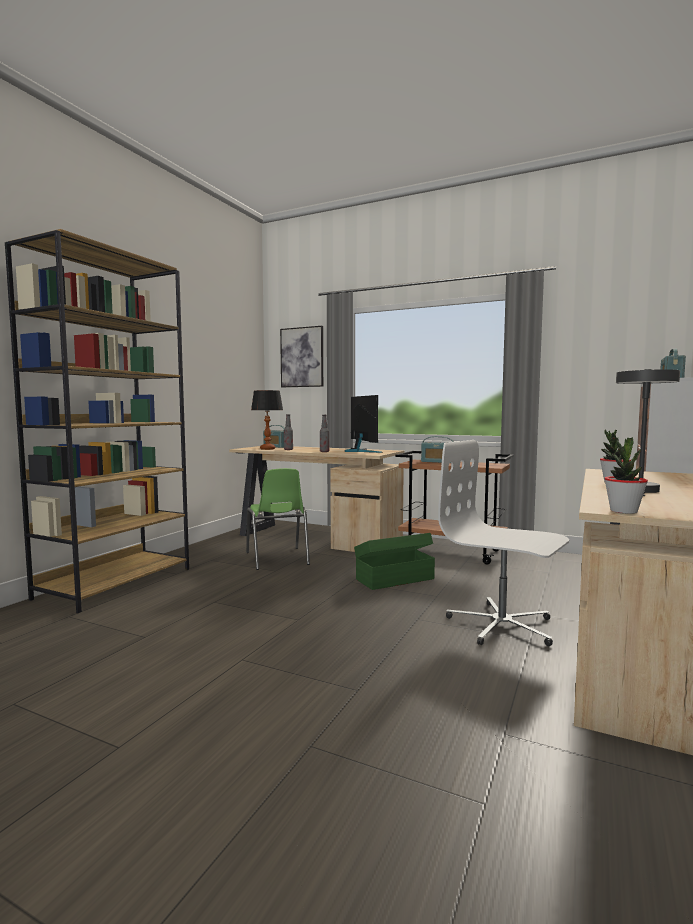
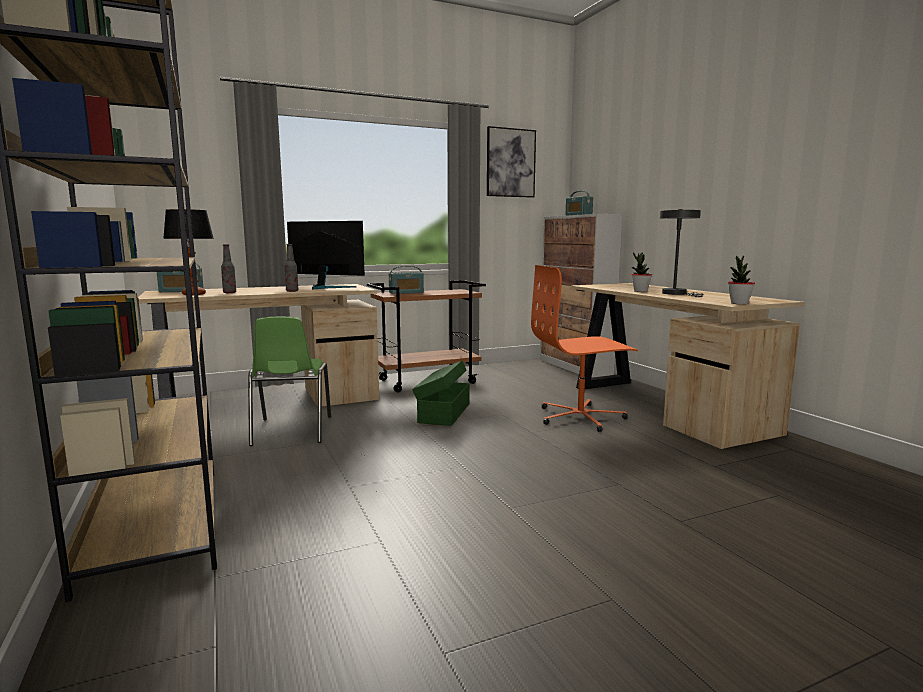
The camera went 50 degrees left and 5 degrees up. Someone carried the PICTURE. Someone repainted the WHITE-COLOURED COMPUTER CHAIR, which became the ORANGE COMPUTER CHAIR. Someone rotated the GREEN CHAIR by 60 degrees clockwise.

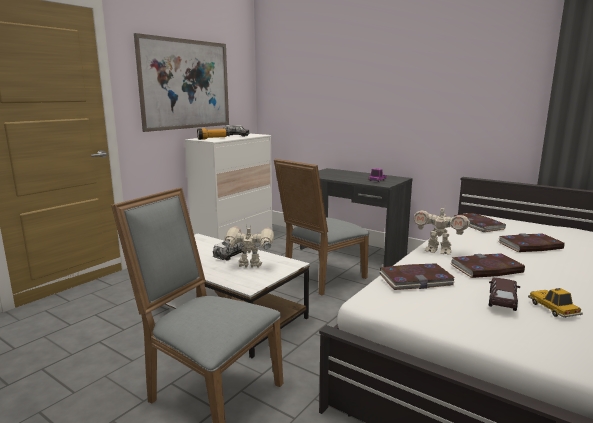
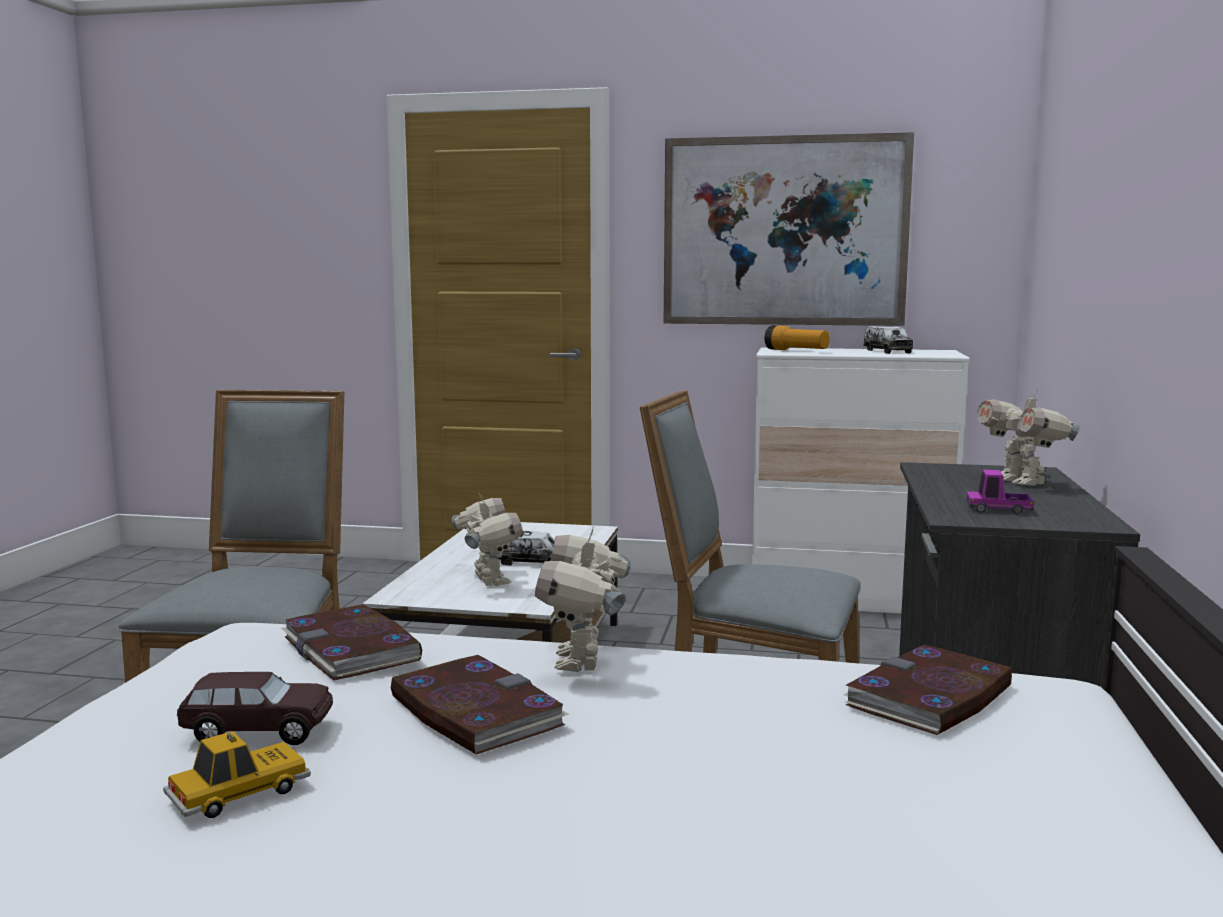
The camera went 65 degrees right and 5 degrees down. Someone took away the BOUND BOOK (no. 4 from left). Someone put down the TOY ROBOT (no. 3 from left).

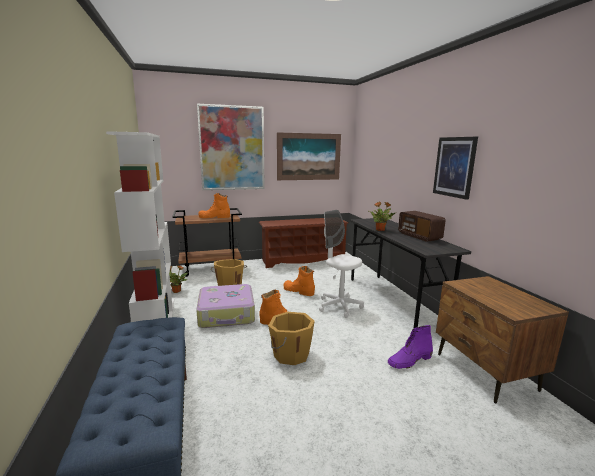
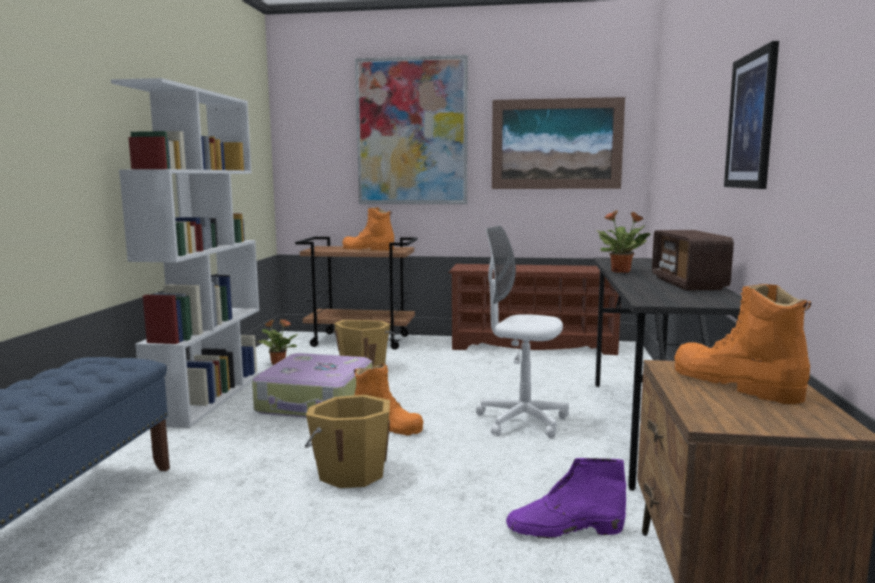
The camera went 25 degrees right and 5 degrees down. Someone rotated the WHITE-COLOURED COMPUTER CHAIR by 45 degrees counterclockwise. Someone carried the ORANGE BOOT (no. 3 from left).

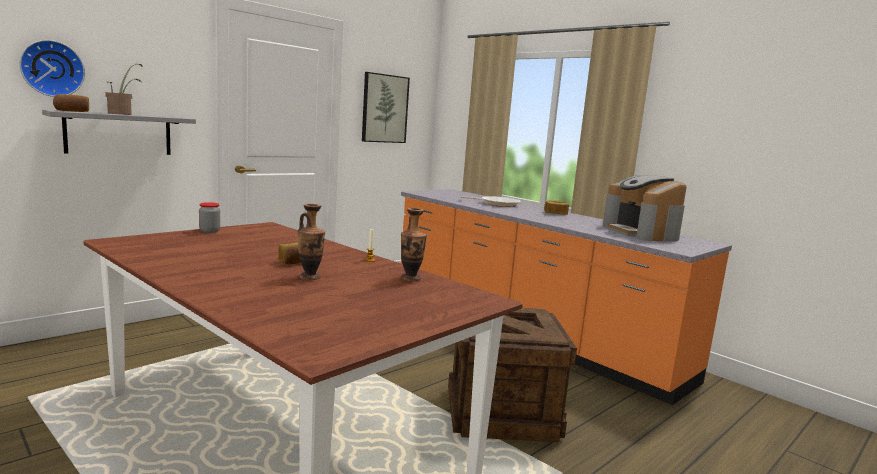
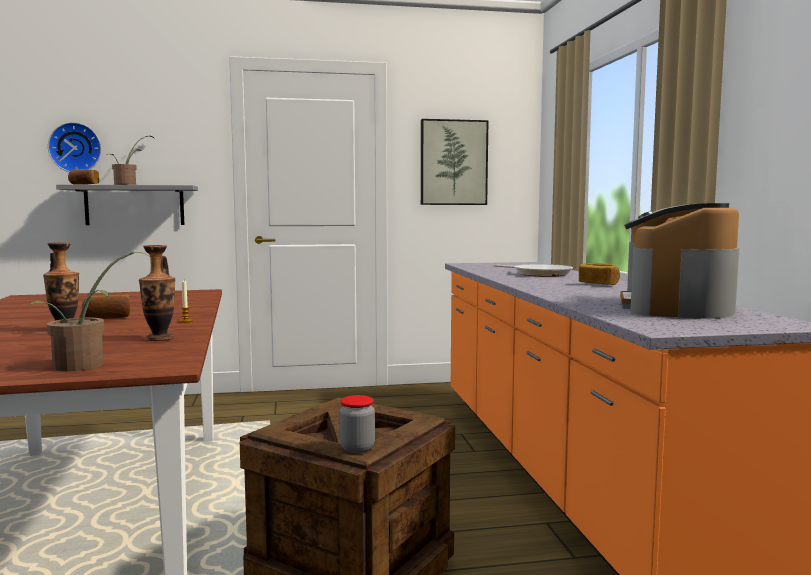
The camera went 35 degrees right and 5 degrees down. Someone carried the JAR. Someone put down the POTTED PLANT (no. 1 from left).

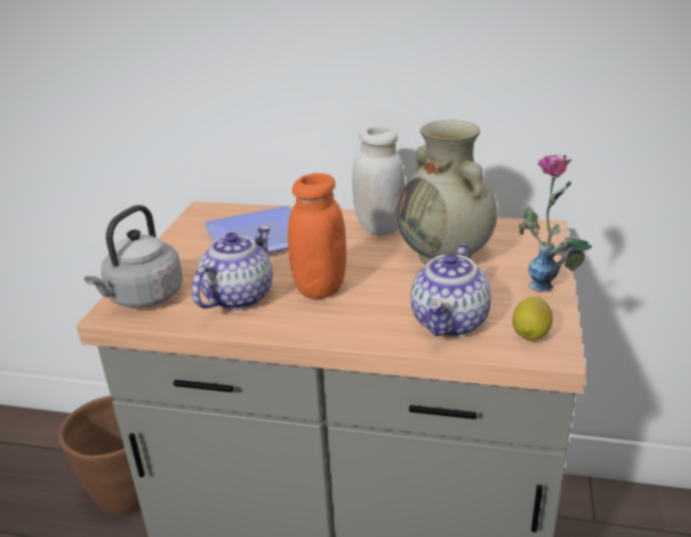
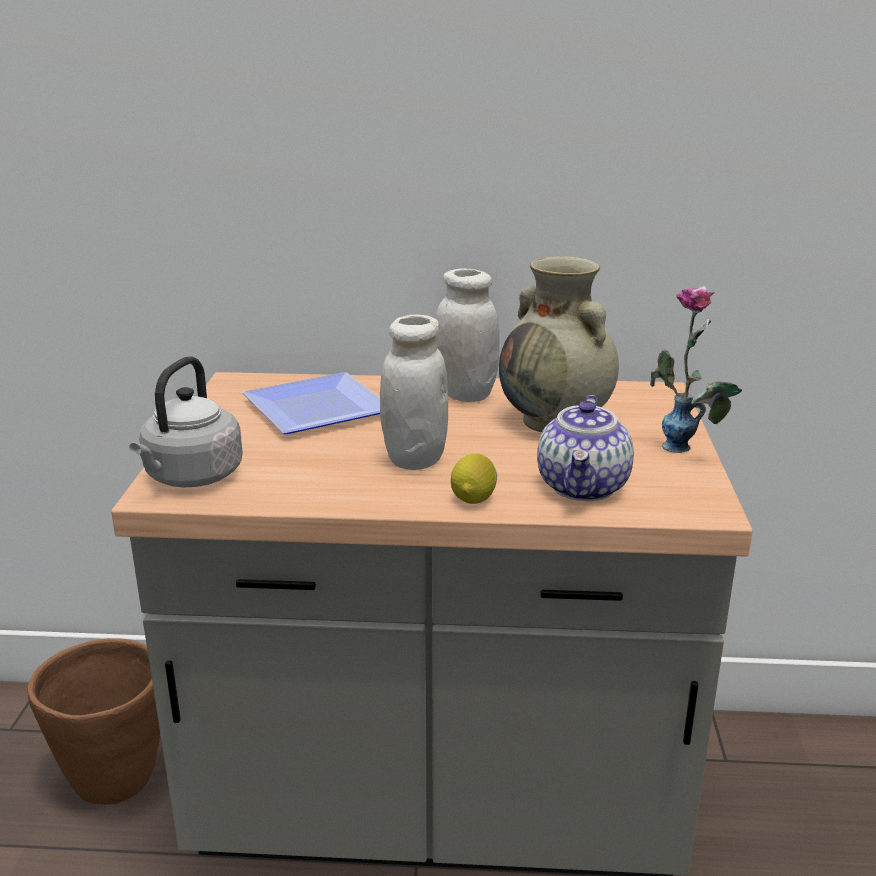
The camera went 10 degrees left and 5 degrees down. Someone repainted the ORANGE JAR, which became the WHITE-COLOURED JAR (no. 1 from left). Someone took away the TEA POT (no. 1 from left). Someone carried the LEMON.

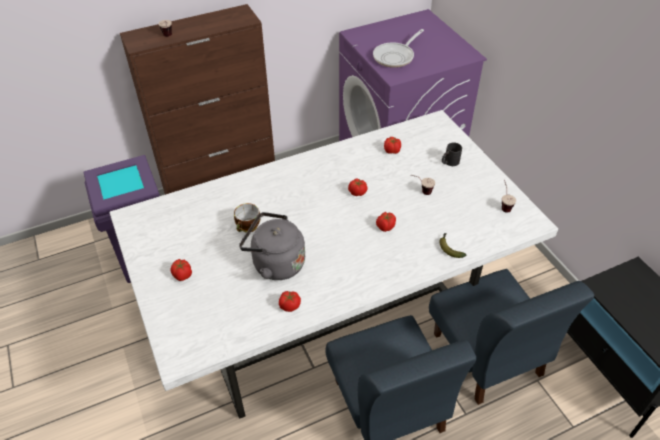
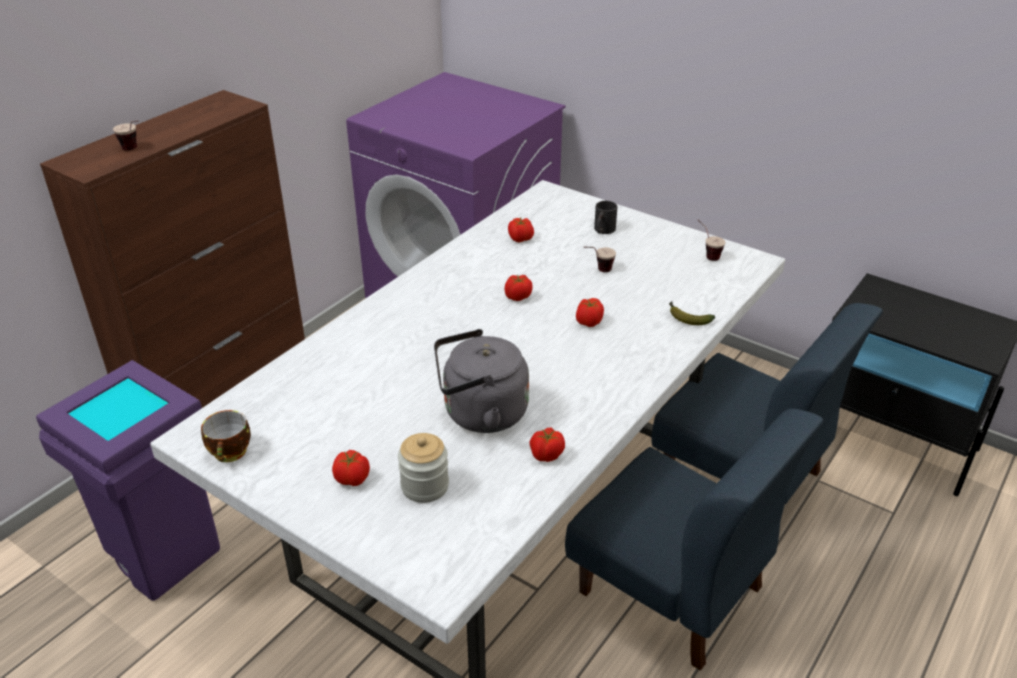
The camera went 30 degrees left and 10 degrees down. Someone took away the FRYING PAN. Someone carried the SMALL CUP (no. 2 from left). Someone put down the JAR.

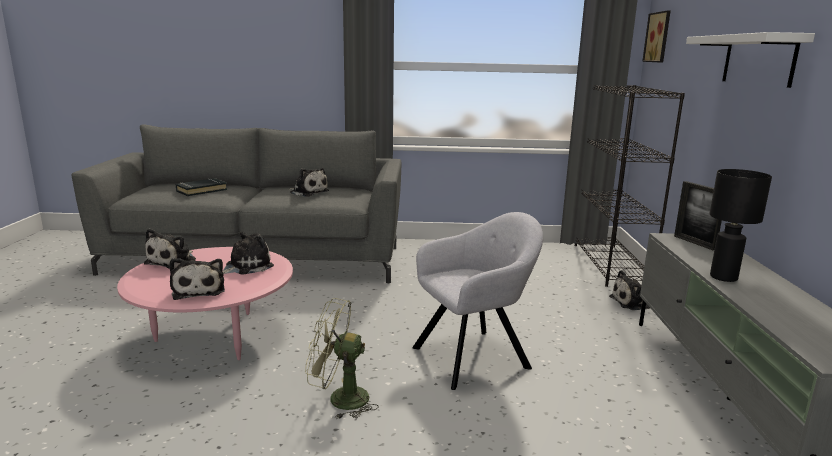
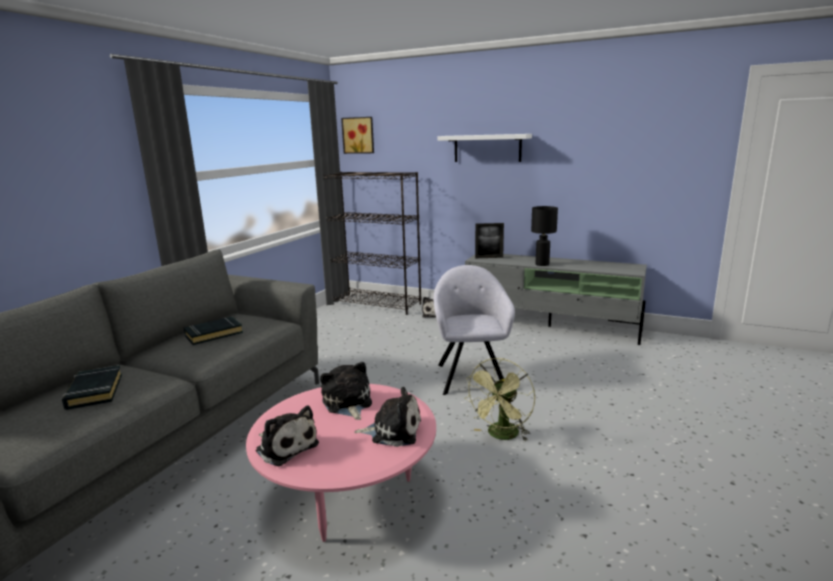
The camera went 65 degrees left and 0 degrees up. Someone swapped the PLUSH TOY (no. 4 from left) for the BLACK-COLOURED BOUND BOOK (no. 2 from left).

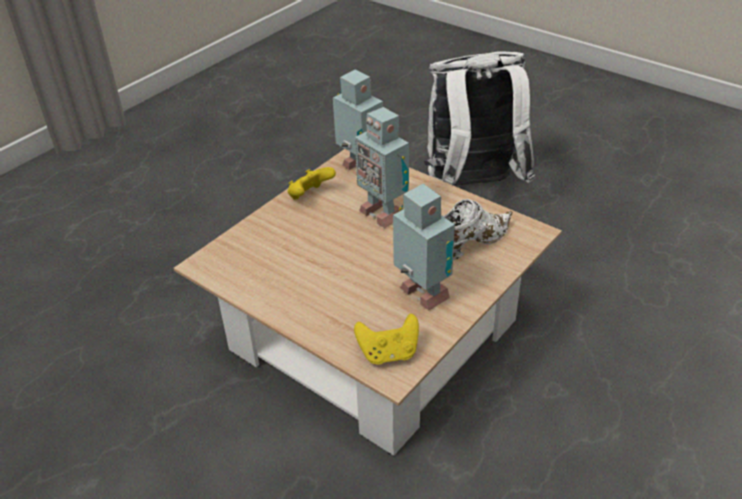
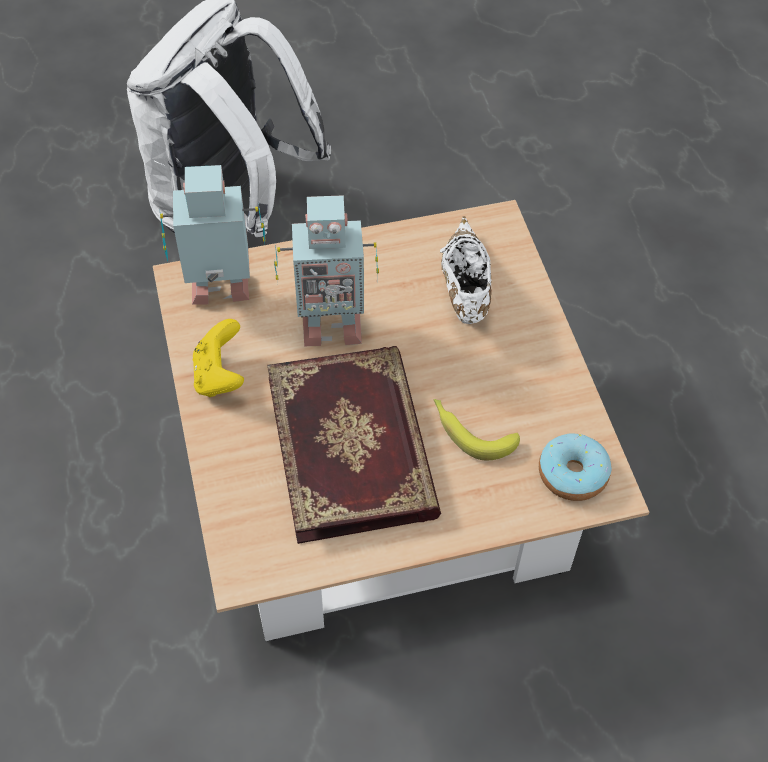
The camera went 55 degrees left and 15 degrees up. Someone took away the TOY ROBOT (no. 3 from left). Someone swapped the YELLOW GAME CONTROLLER (no. 2 from left) for the DONUT. Someone put down the BOUND BOOK. Someone put down the WHOLE BANANA.

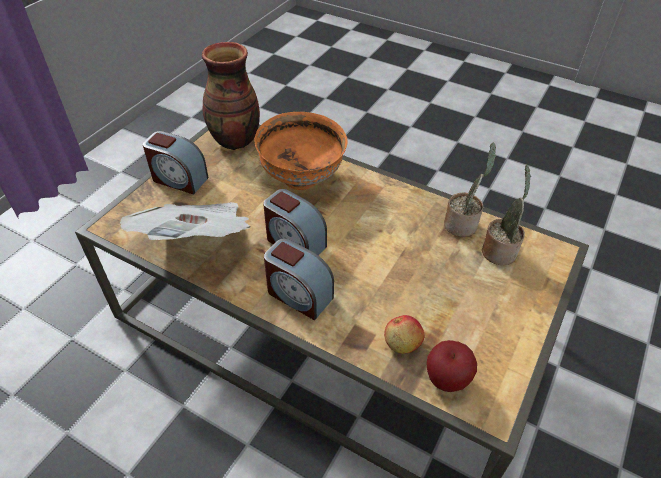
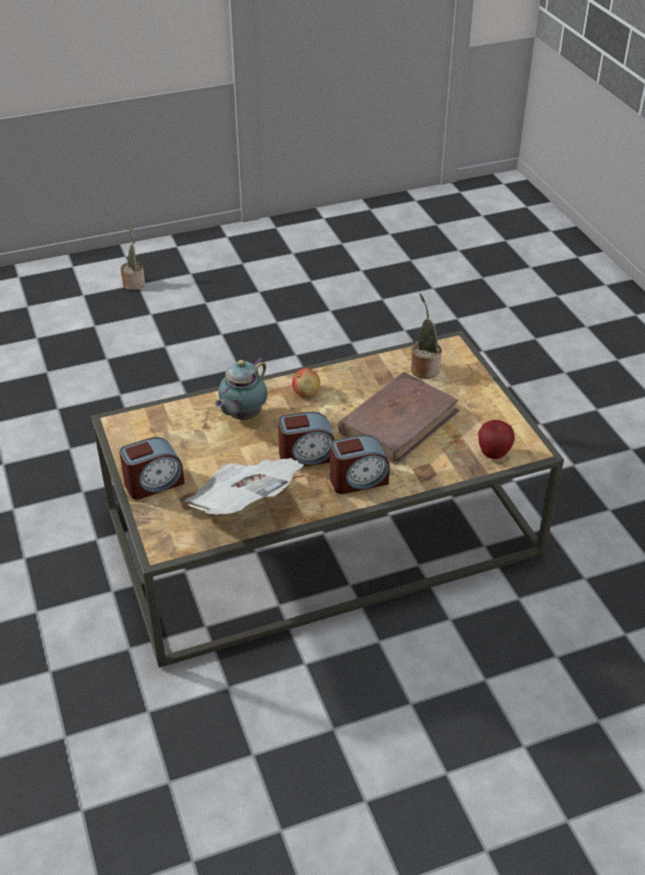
The camera went 50 degrees left and 5 degrees down. Someone took away the DECORATIVE VASE. Someone swapped the ORANGE BOWL for the TEA POT. Someone carried the POTTED PLANT (no. 1 from left). Someone carried the WHOLE APPLE (no. 1 from left). Someone put down the BROWN-COLOURED BOUND BOOK.

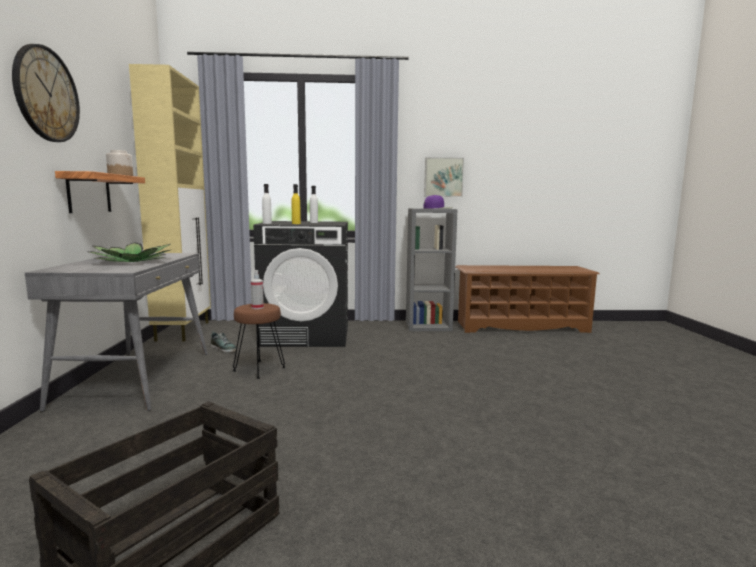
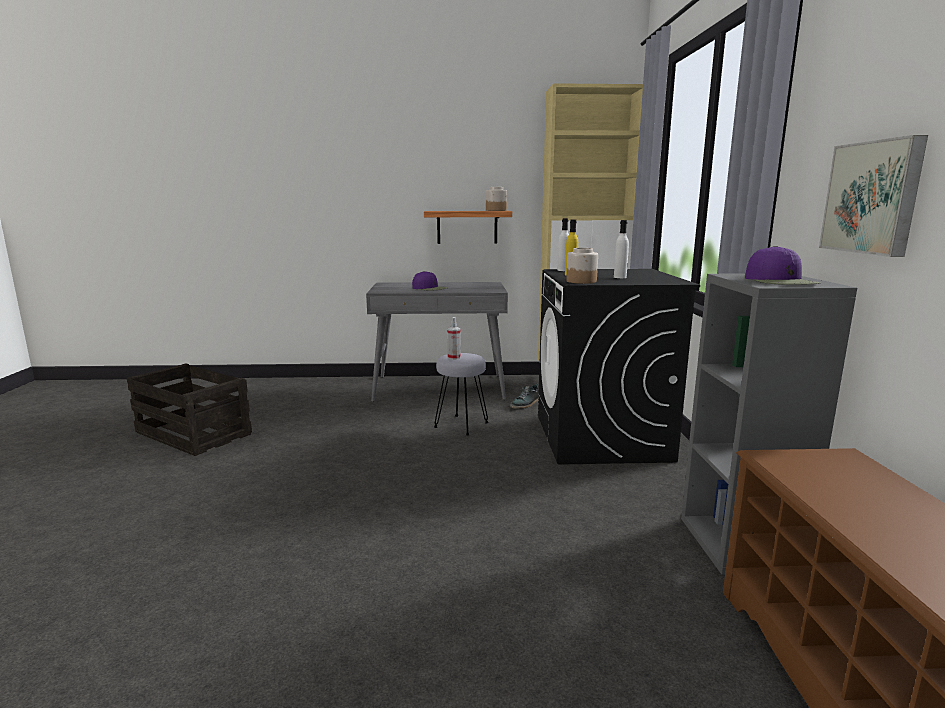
The camera went 90 degrees right and 5 degrees up. Someone took away the CLOCK ON THE WALL. Someone swapped the POTTED PLANT for the PURPLE BASEBALL CAP (no. 1 from left). Someone repainted the BROWN-COLOURED STOOL SEAT, which became the GREY STOOL SEAT. Someone put down the JAR (no. 2 from left).

